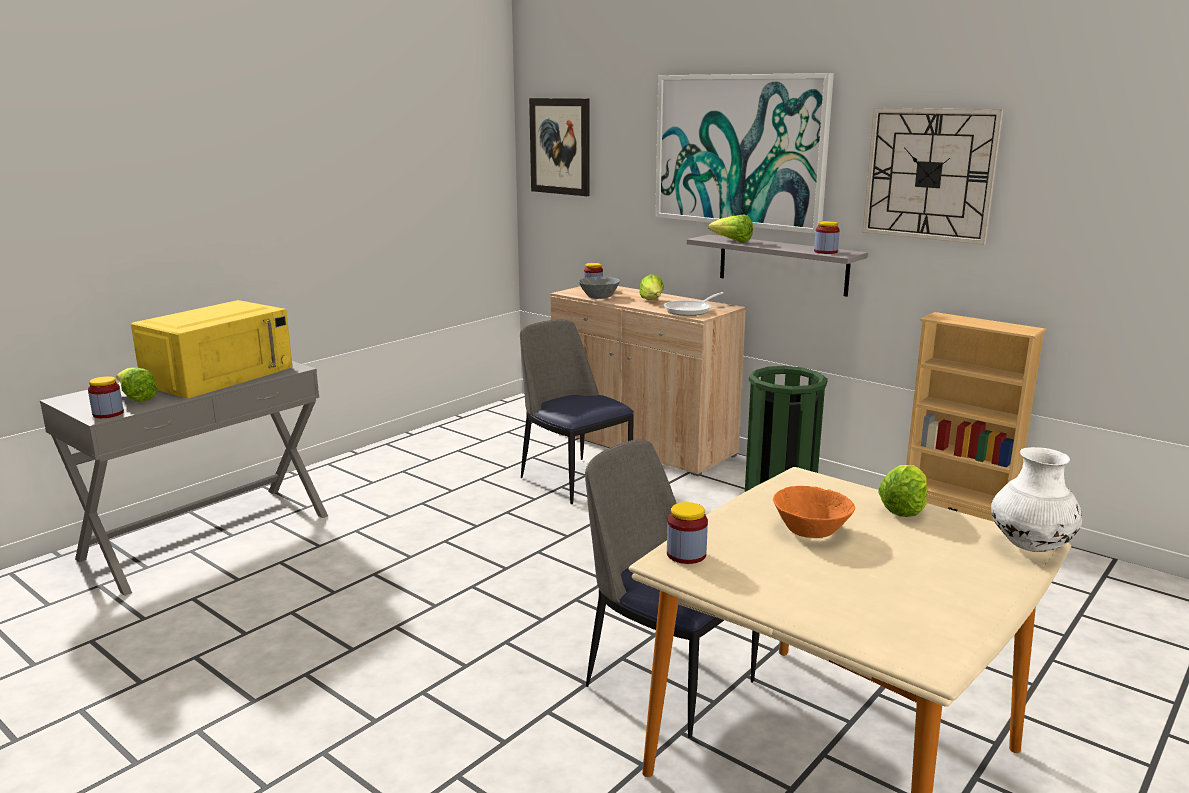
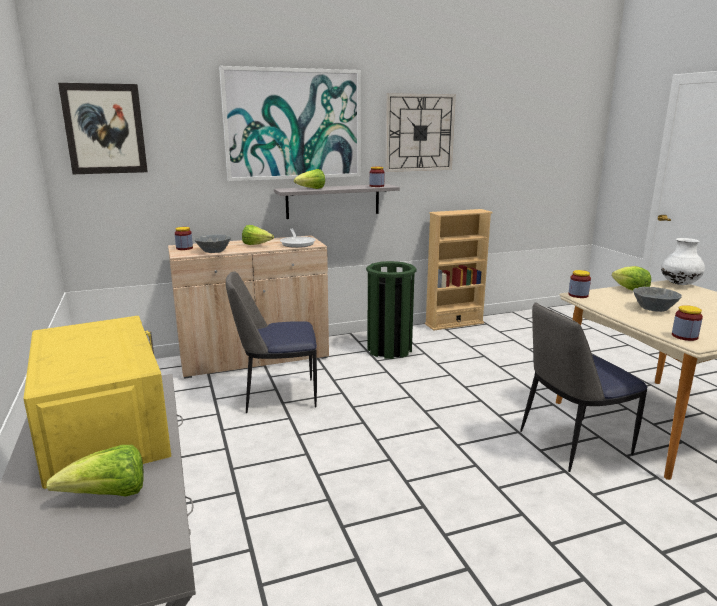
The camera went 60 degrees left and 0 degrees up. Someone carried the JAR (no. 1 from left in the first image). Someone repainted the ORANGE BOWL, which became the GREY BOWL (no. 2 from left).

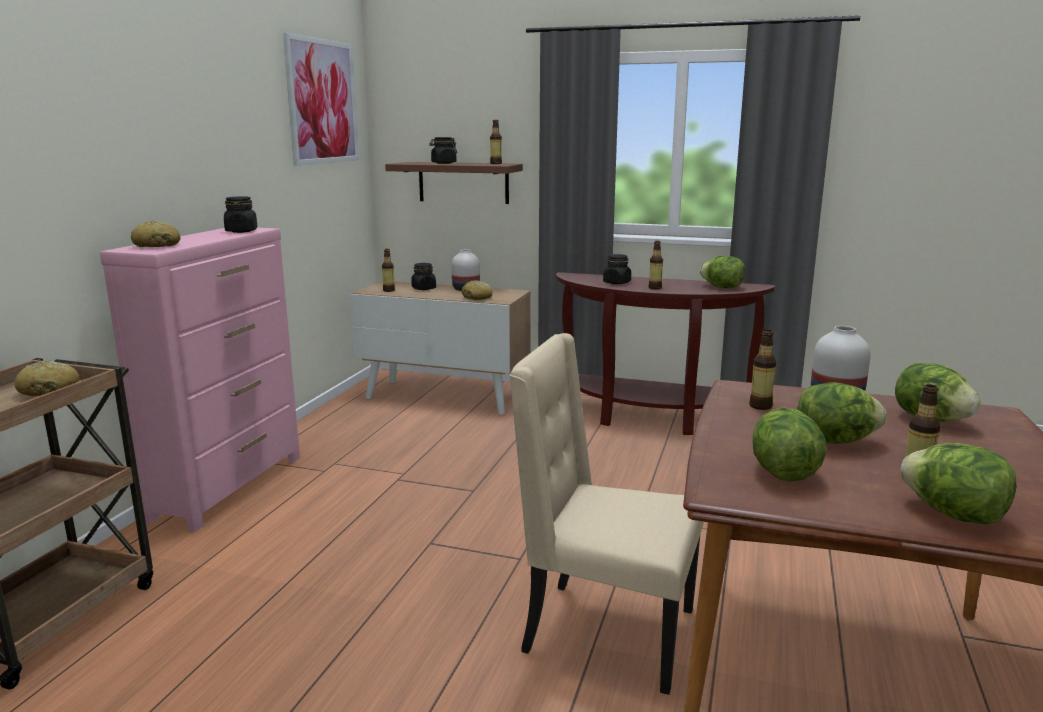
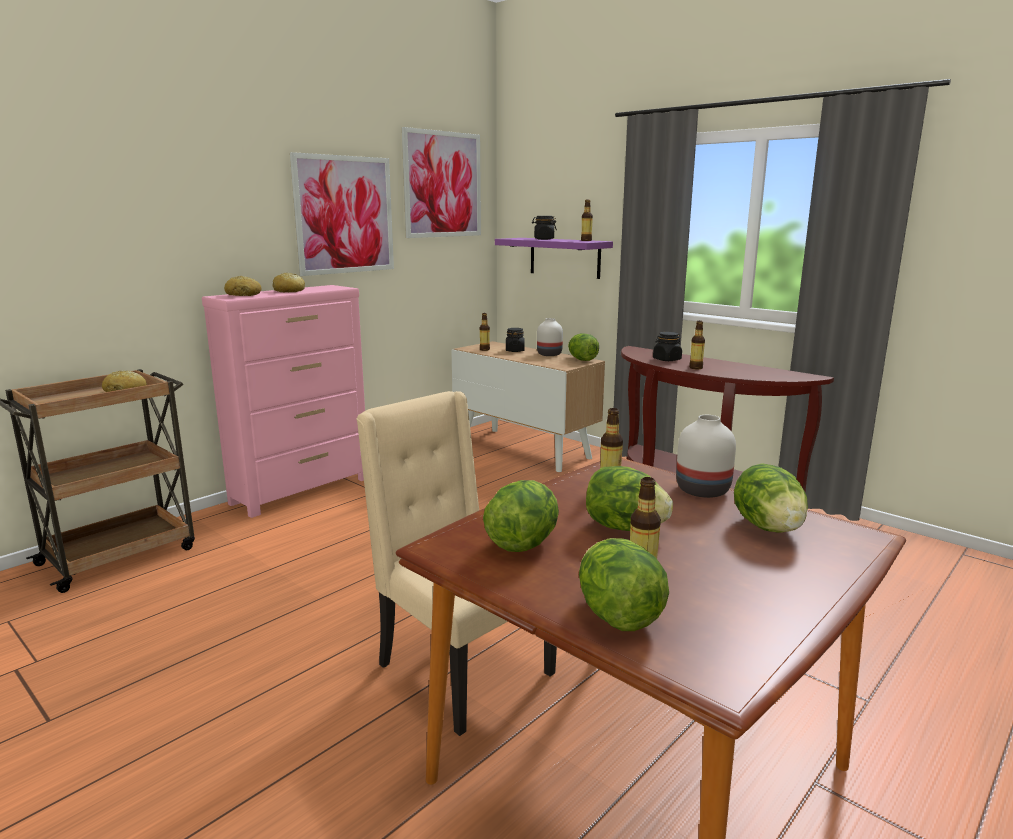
The camera went 25 degrees right and 0 degrees up. Someone repainted the BROWN-COLOURED SHELF, which became the PURPLE SHELF. Someone took away the BLACK-COLOURED JAR (no. 1 from left). Someone carried the LETTUCE (no. 1 from left in the first image). Someone carried the BAKERY BREAD (no. 3 from left). Someone put up the PICTURE (no. 1 from left).

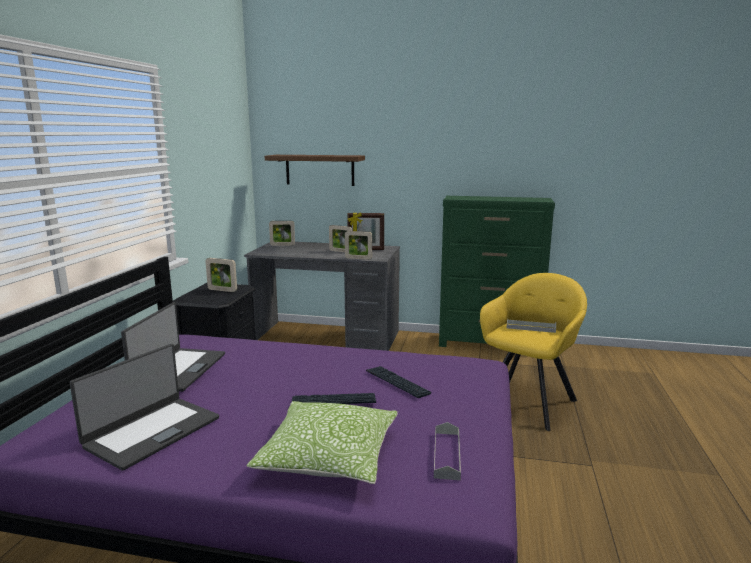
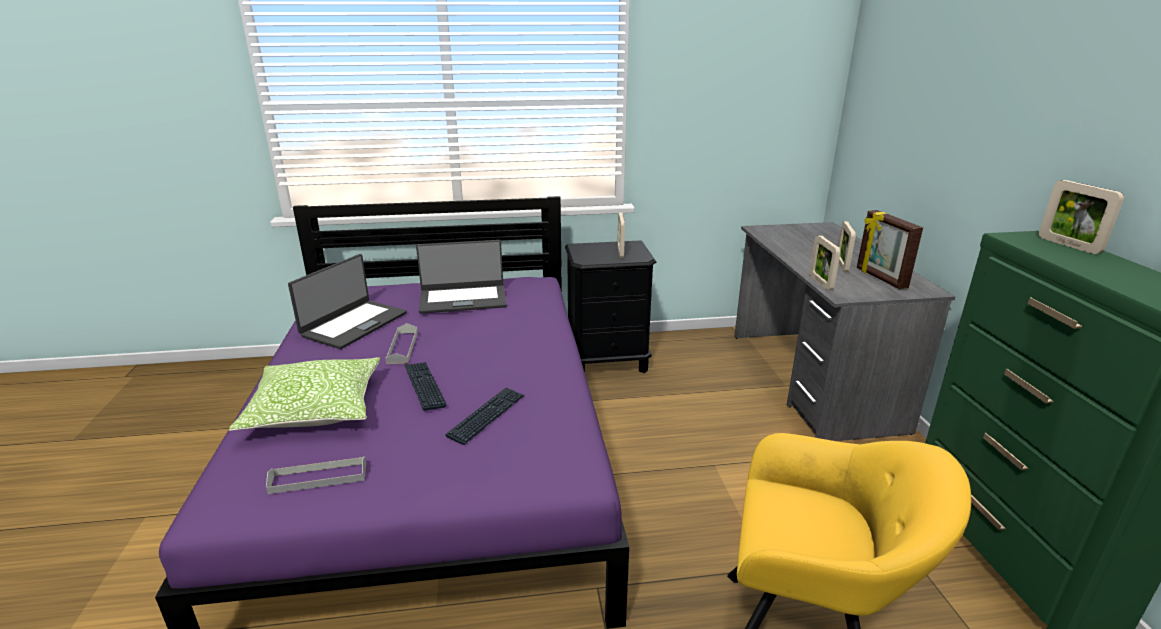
The camera went 70 degrees right and 10 degrees up. Someone took away the BROWN-COLOURED SHELF. Someone carried the PICTURE FRAME (no. 2 from left in the first image). Someone carried the GREY TRAY (no. 2 from left). Someone rotated the LAPTOP (no. 1 from left) by 75 degrees counterclockwise.

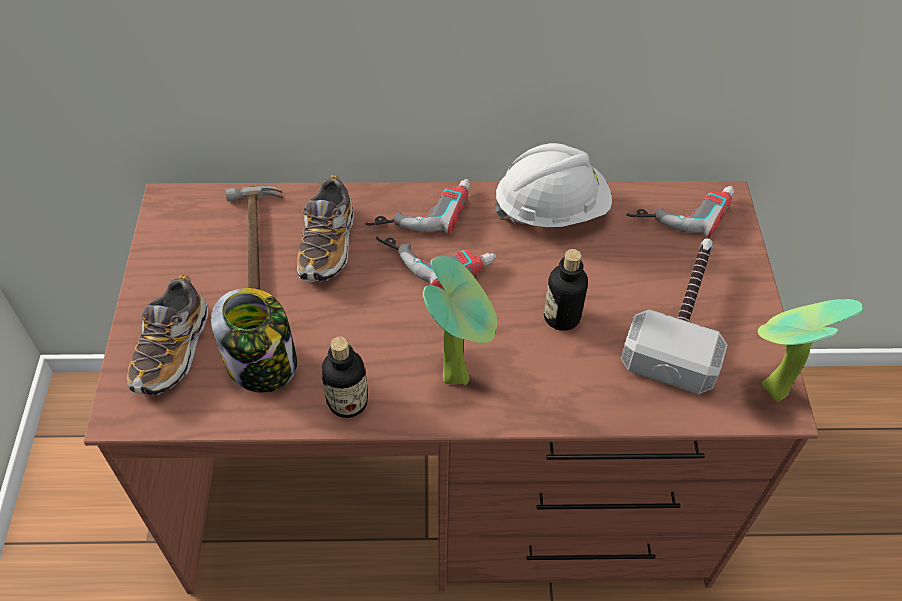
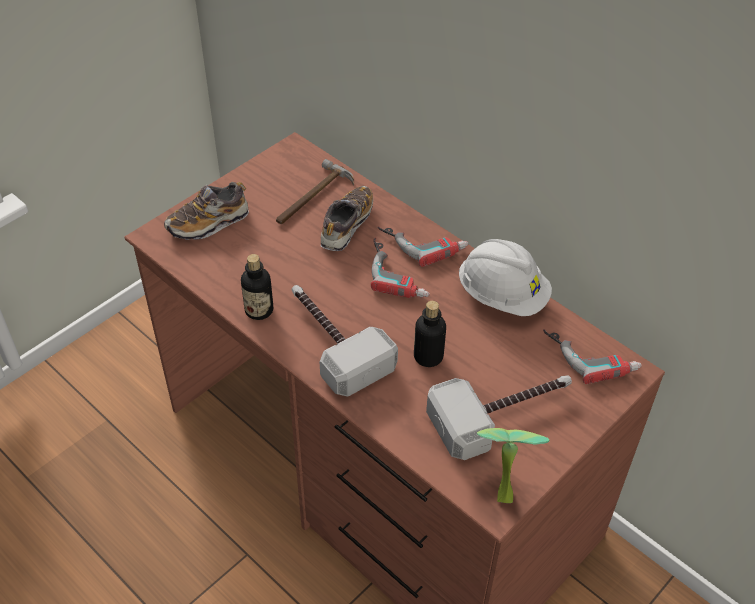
The camera went 45 degrees right and 5 degrees down. Someone rotated the LOW SHOE (no. 2 from left) by 150 degrees clockwise. Someone swapped the POTTED PLANT (no. 1 from left) for the HAMMER (no. 2 from left). Someone took away the JAR.

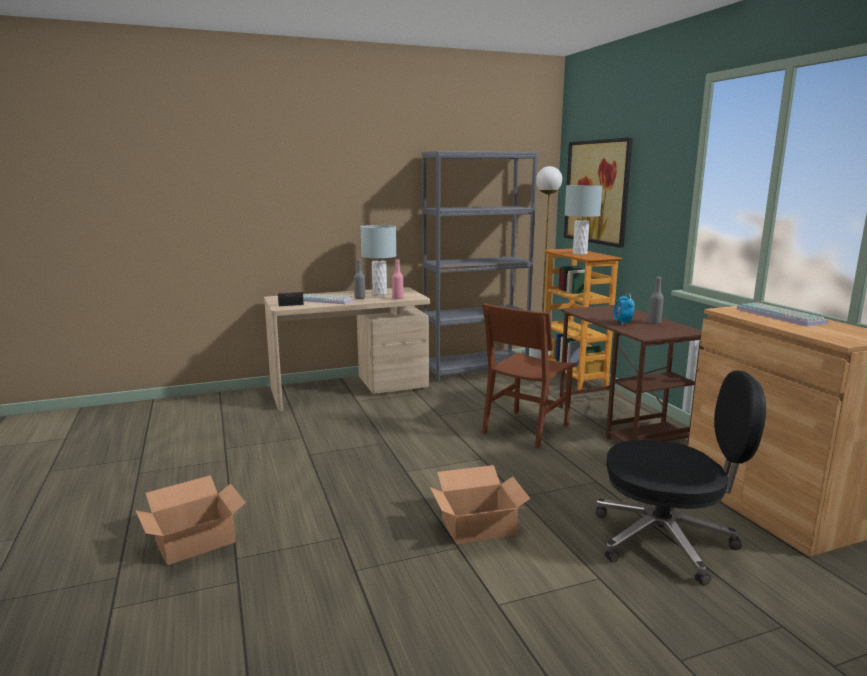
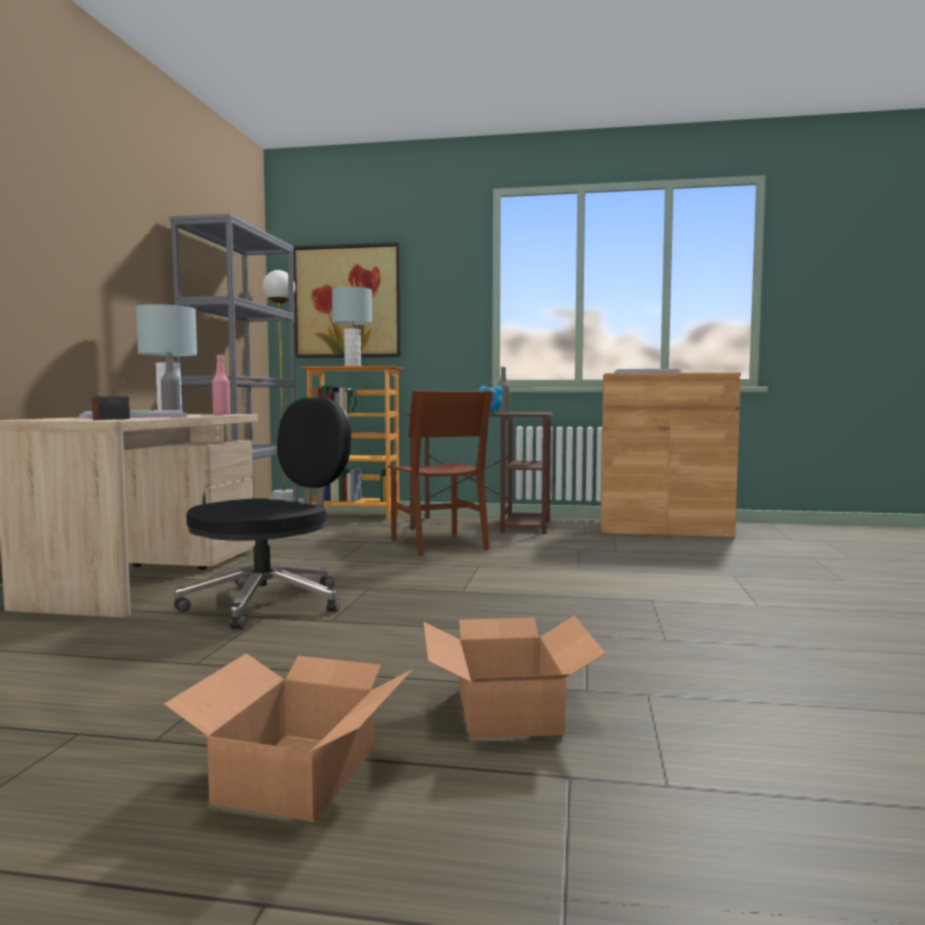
The camera went 60 degrees left and 10 degrees down. Someone carried the BLACK-COLOURED COMPUTER CHAIR. Someone carried the CARDBOARD BOX (no. 2 from left in the first image).

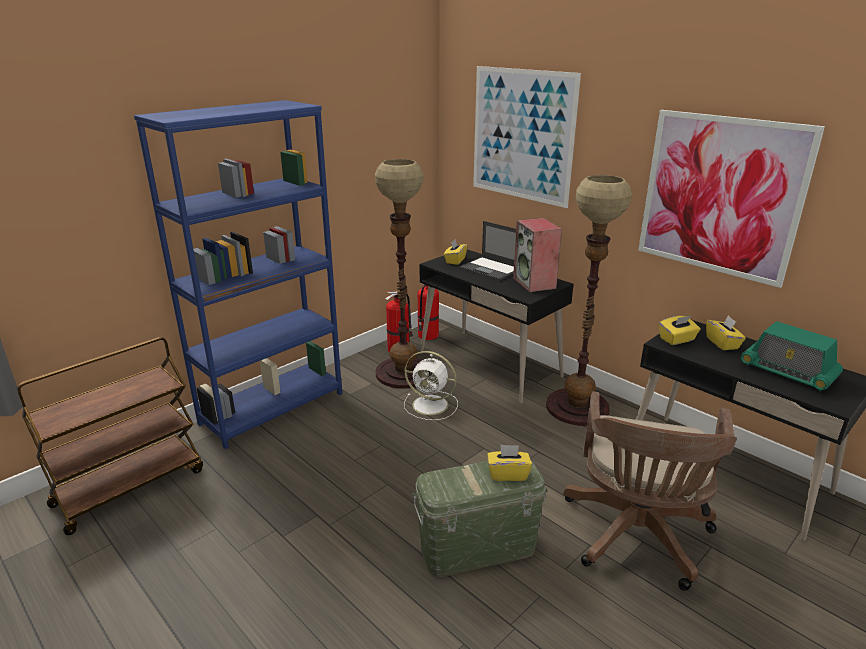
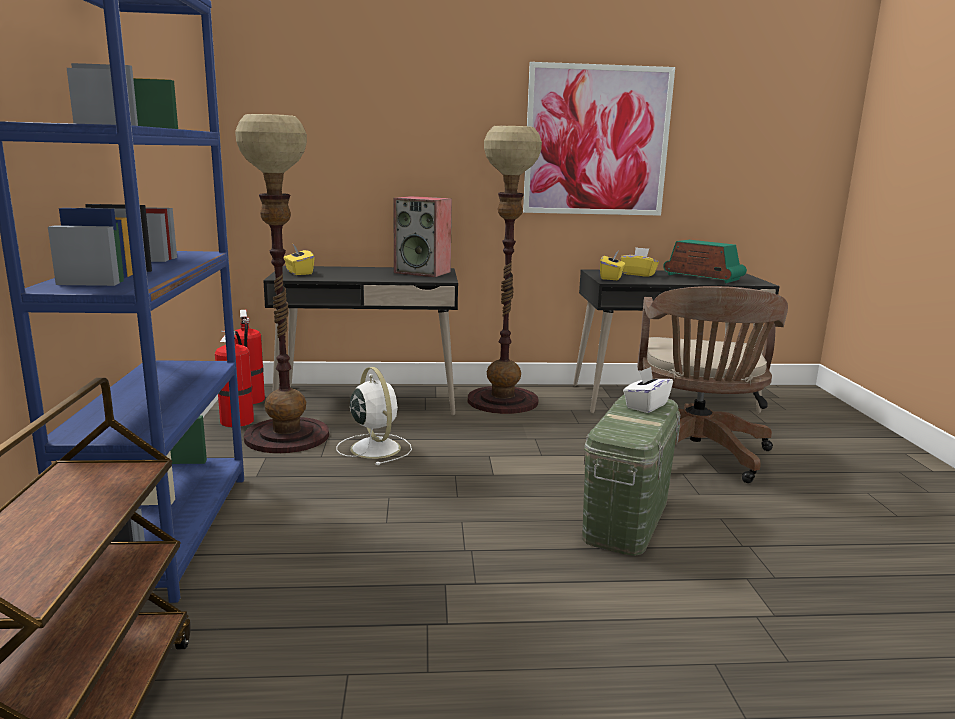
The camera went 50 degrees left and 10 degrees down. Someone took away the PICTURE (no. 1 from left). Someone took away the LAPTOP. Someone rotated the RADIO by 135 degrees counterclockwise. Someone rotated the WHITE-COLOURED FAN by 90 degrees counterclockwise. Someone rotated the BROWN-COLOURED COMPUTER CHAIR by 45 degrees clockwise. Someone repainted the YELLOW TISSUE BOX (no. 2 from left), which became the WHITE-COLOURED TISSUE BOX.

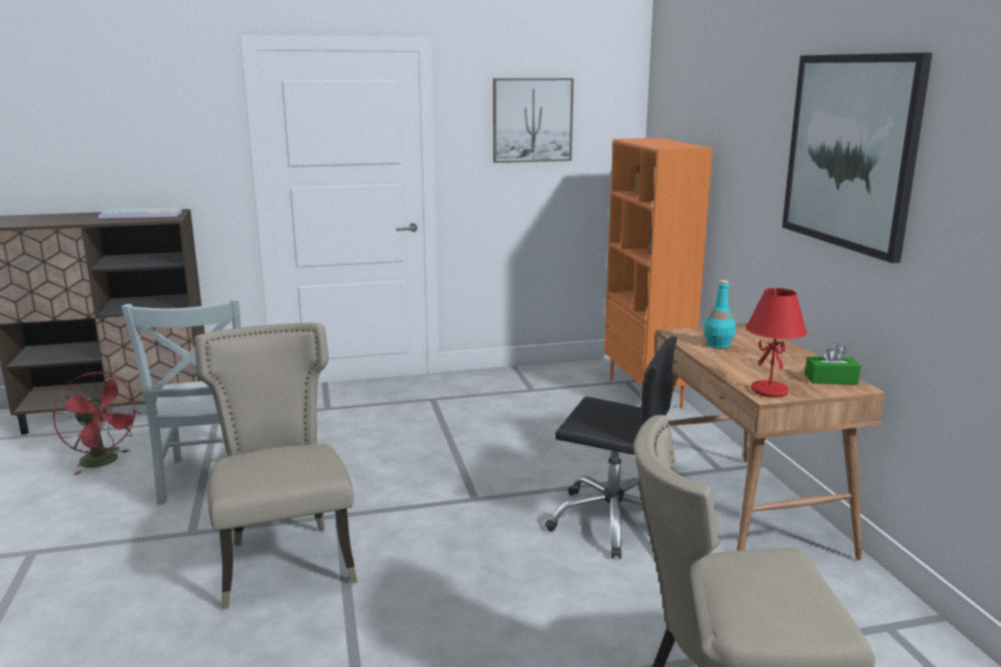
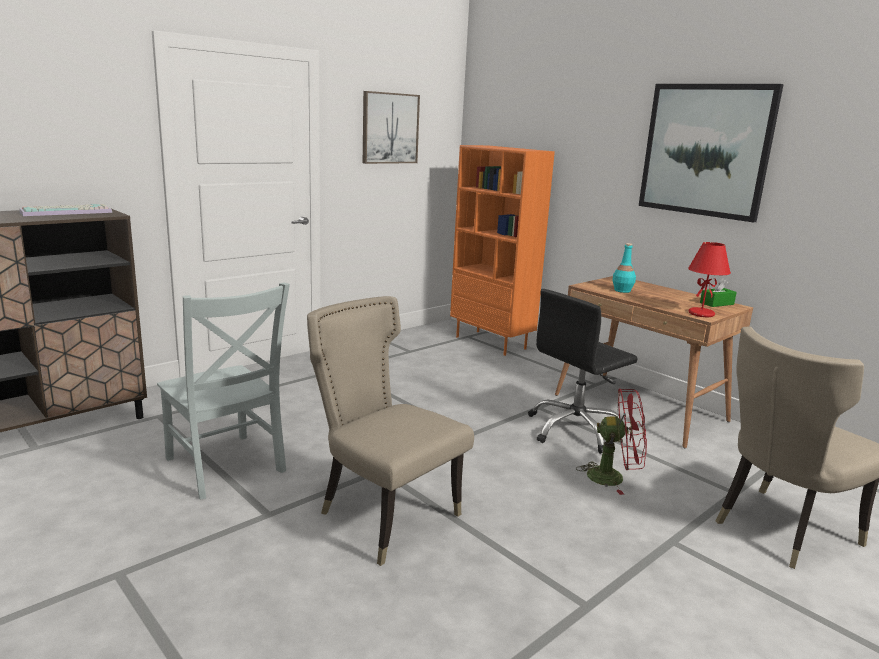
The camera went 30 degrees left and 0 degrees up. Someone rotated the BLACK-COLOURED COMPUTER CHAIR by 150 degrees clockwise. Someone carried the RED-COLOURED FAN.

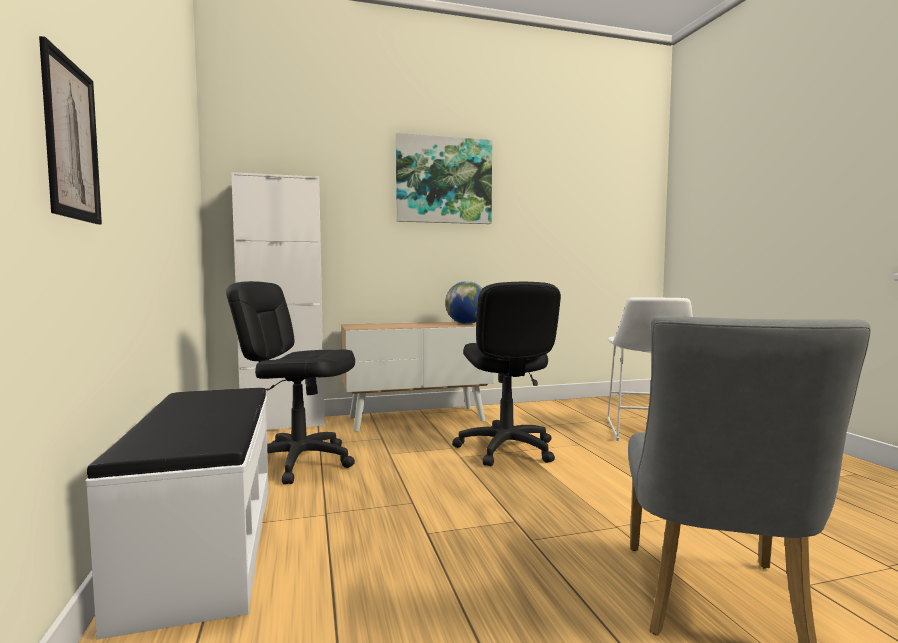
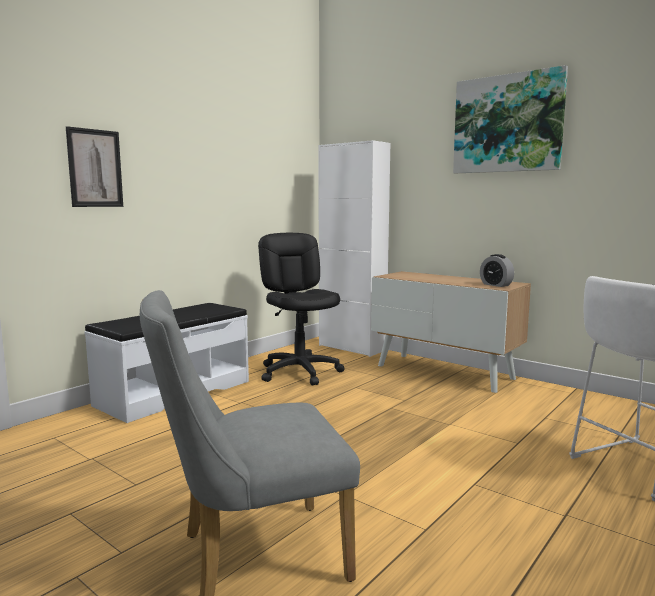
The camera went 55 degrees right and 5 degrees up. Someone swapped the WORLD GLOBE for the ALARM CLOCK. Someone took away the BLACK-COLOURED COMPUTER CHAIR (no. 2 from left).

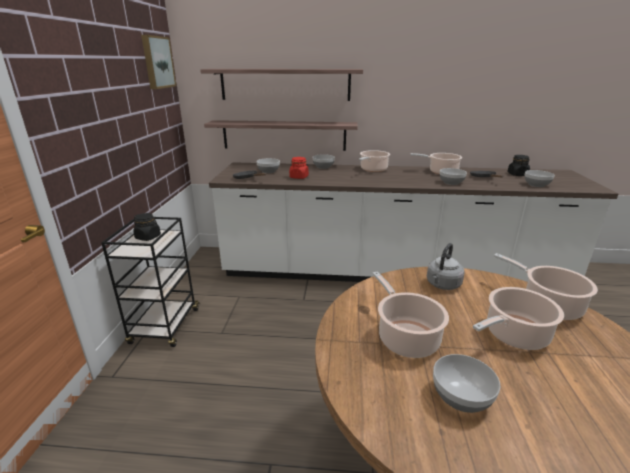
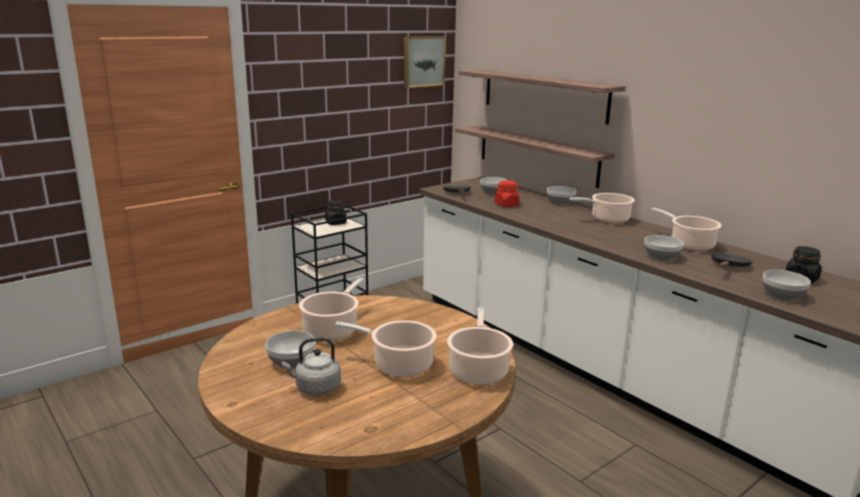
The camera went 45 degrees right and 5 degrees down. Someone carried the GREY TEA KETTLE.

